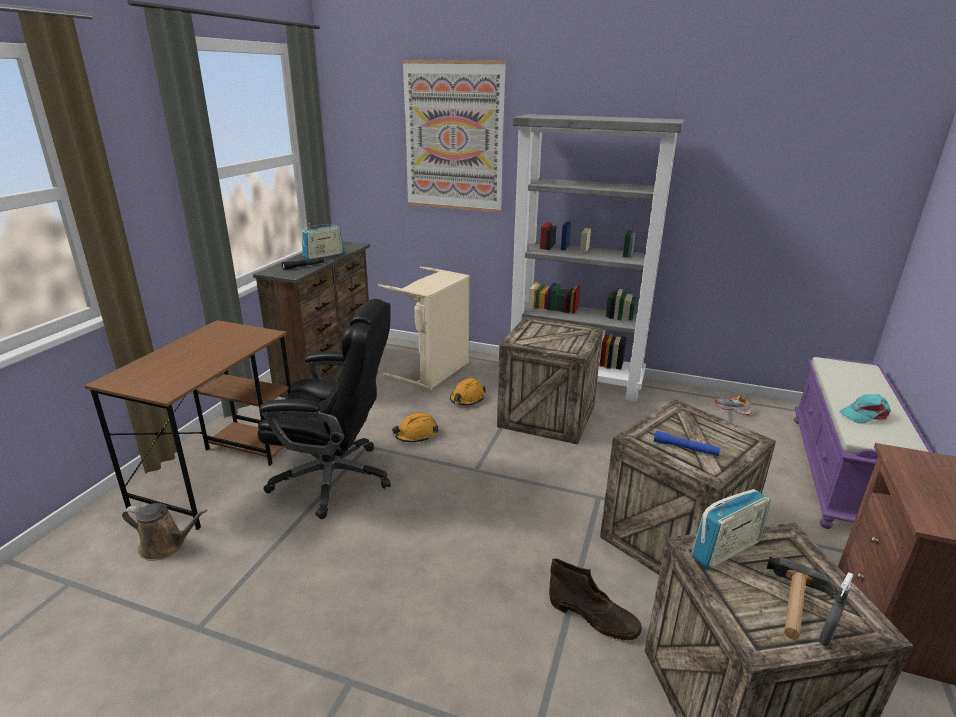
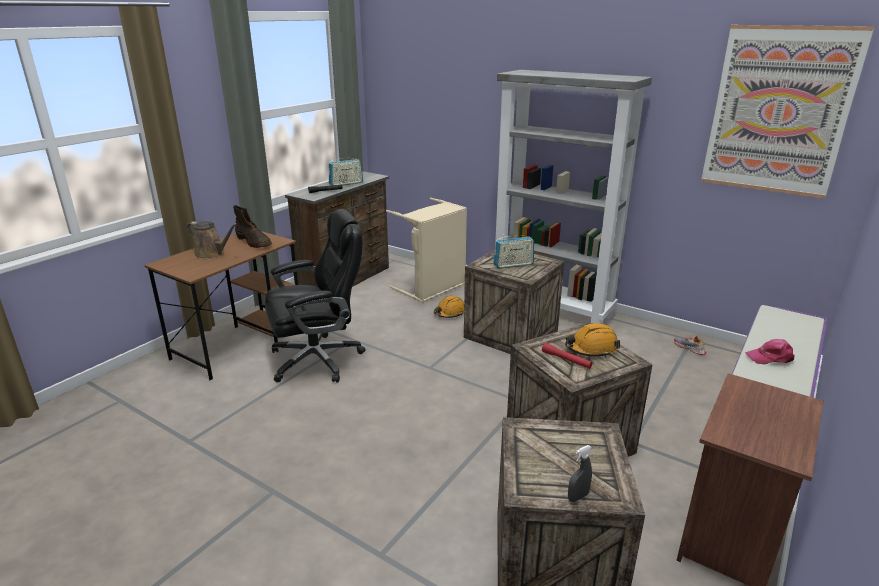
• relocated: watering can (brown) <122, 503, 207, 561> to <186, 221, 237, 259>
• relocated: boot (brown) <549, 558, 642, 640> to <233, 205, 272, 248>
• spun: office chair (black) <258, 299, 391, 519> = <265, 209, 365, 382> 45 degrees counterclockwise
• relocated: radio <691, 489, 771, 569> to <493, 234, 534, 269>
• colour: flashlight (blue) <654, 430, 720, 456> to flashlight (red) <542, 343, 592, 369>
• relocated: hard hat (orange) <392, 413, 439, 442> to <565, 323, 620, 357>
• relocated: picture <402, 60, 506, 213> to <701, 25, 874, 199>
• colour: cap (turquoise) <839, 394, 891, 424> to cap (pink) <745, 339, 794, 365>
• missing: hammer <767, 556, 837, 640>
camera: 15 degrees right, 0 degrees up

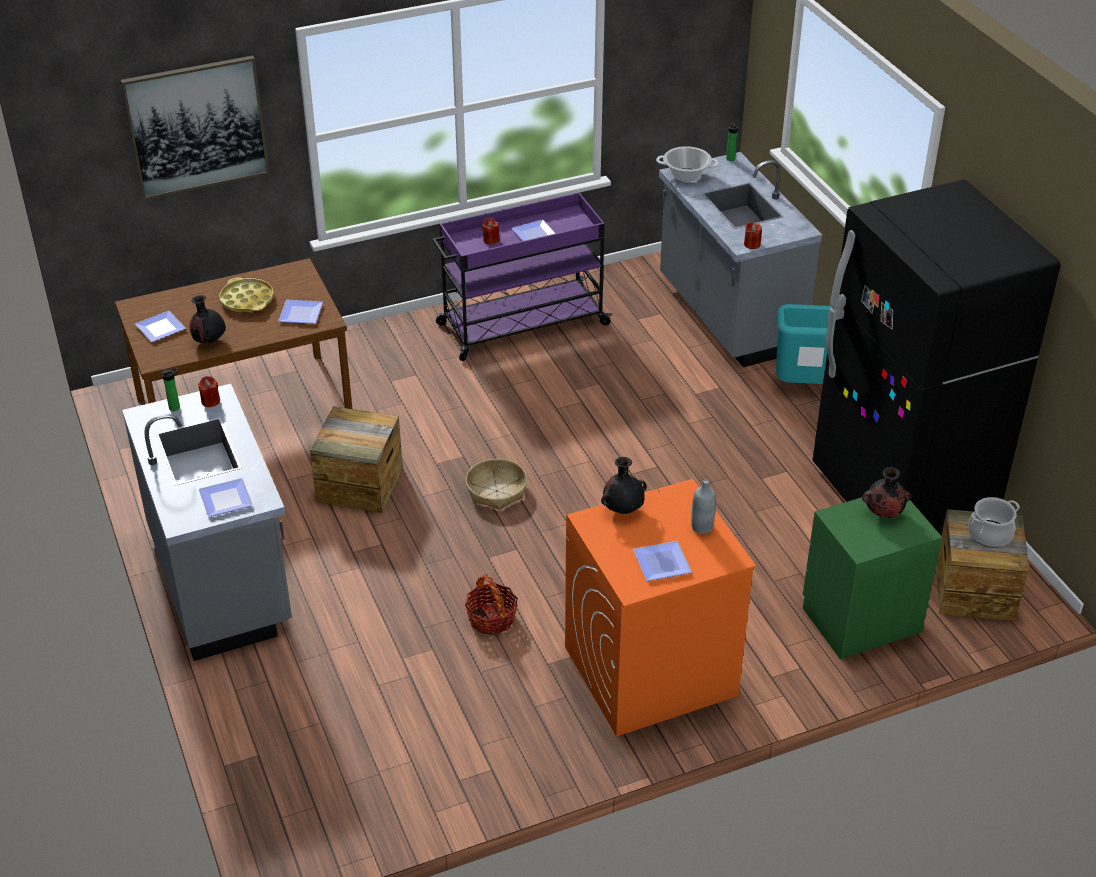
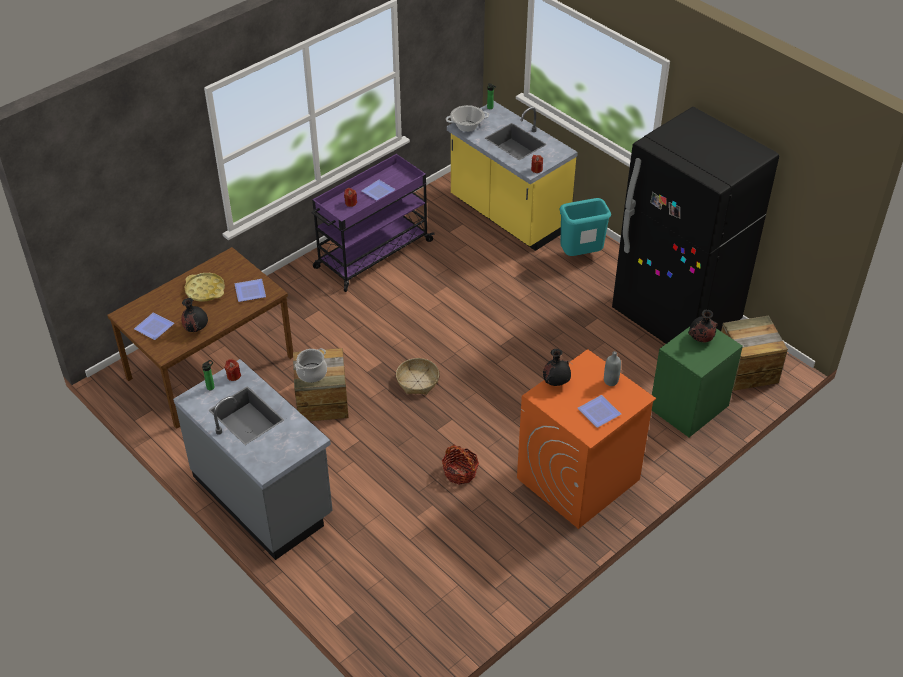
• relocated: cooking pot <968, 497, 1020, 547> to <295, 348, 327, 383>
• colour: counter (grey) <659, 152, 822, 367> to counter (yellow) <447, 101, 578, 251>
• missing: picture <121, 56, 269, 200>
• missing: plate <199, 478, 253, 517>
camera: 20 degrees left, 5 degrees up

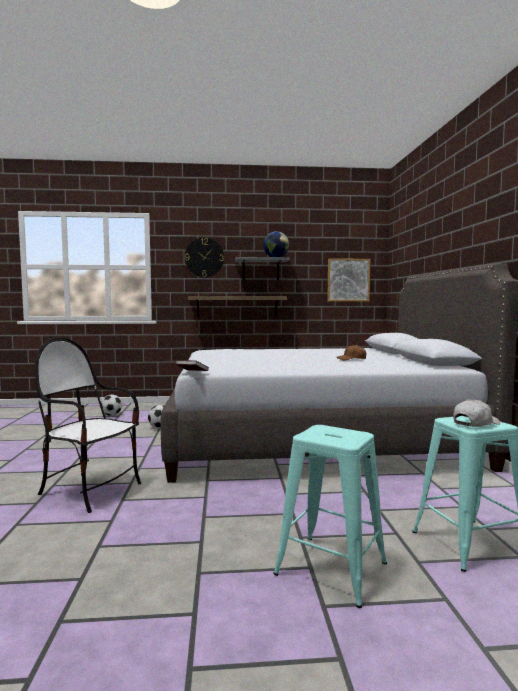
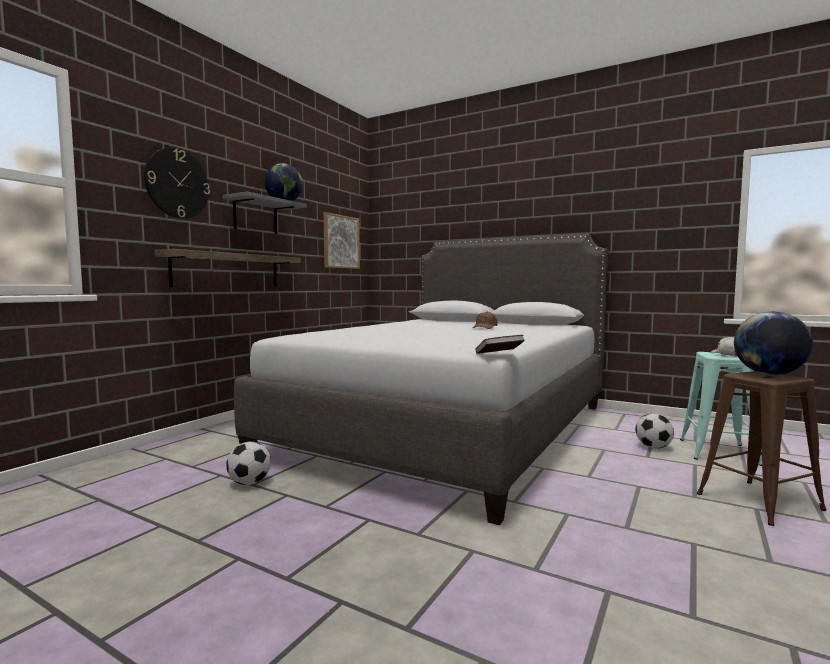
• relocated: football <101, 395, 122, 416> to <636, 413, 674, 449>
• colour: stool (turquoise) <273, 425, 387, 608> to stool (brown) <697, 371, 826, 526>
• appeared: globe <734, 311, 813, 375>
• missing: chair <35, 337, 141, 513>
camera: 55 degrees left, 0 degrees up

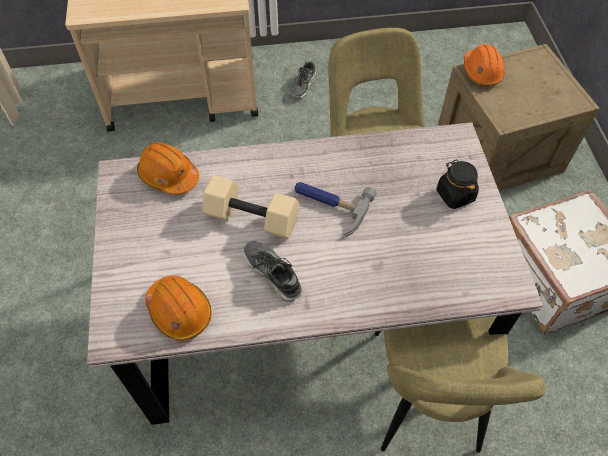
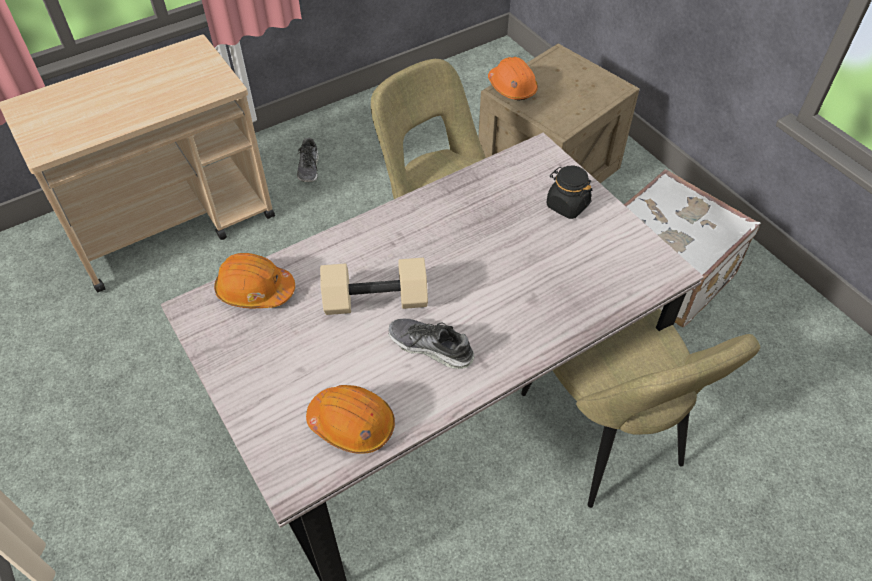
• missing: hammer <295, 182, 377, 237>
camera: 25 degrees left, 5 degrees down

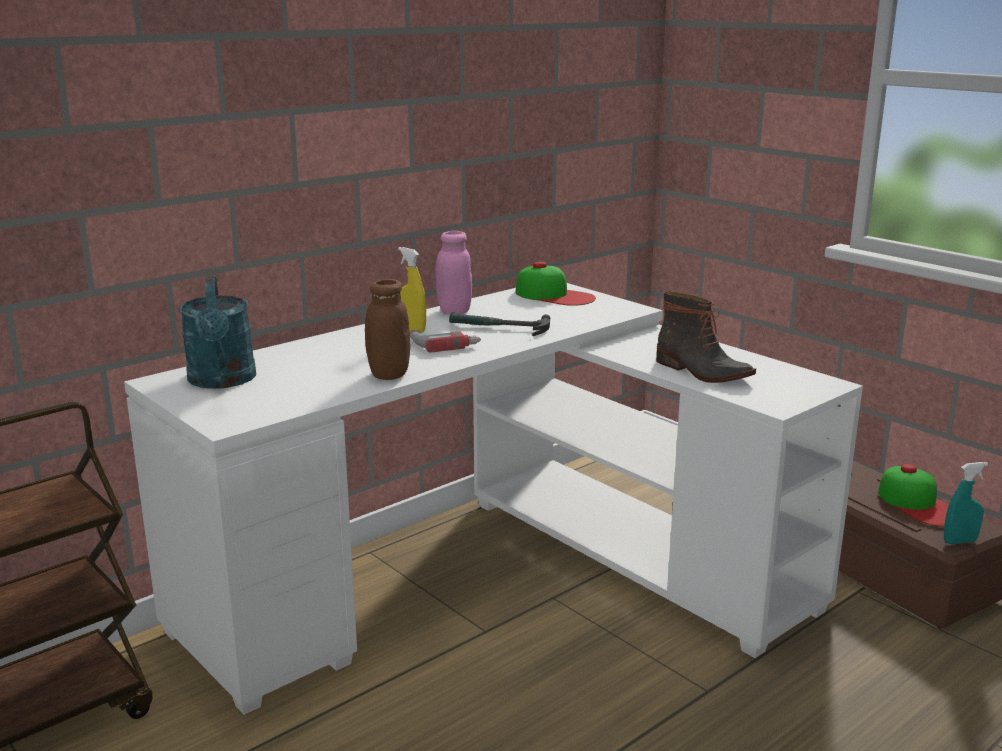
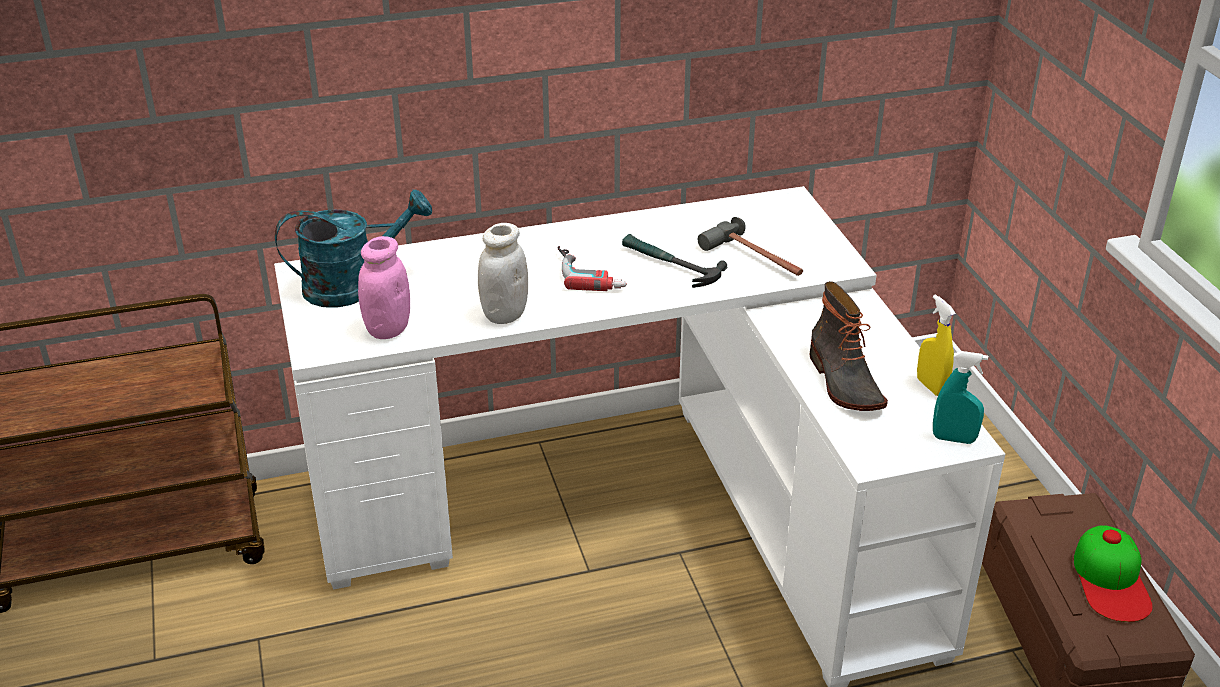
• spun: watering can (turquoise) <179, 276, 256, 389> = <275, 189, 432, 308> 120 degrees counterclockwise
• relocated: jar (pink) <435, 231, 472, 315> to <358, 236, 410, 339>
• colour: jar (brown) <365, 279, 410, 380> to jar (white) <478, 223, 528, 324>
• appeared: hammer <698, 217, 803, 276>
• relocated: spray bottle (yellow) <398, 247, 426, 333> to <917, 294, 956, 396>
• relocated: spray bottle (turquoise) <944, 462, 988, 544> to <933, 351, 988, 444>
• missing: cap <516, 262, 596, 306>
camera: 25 degrees right, 15 degrees up

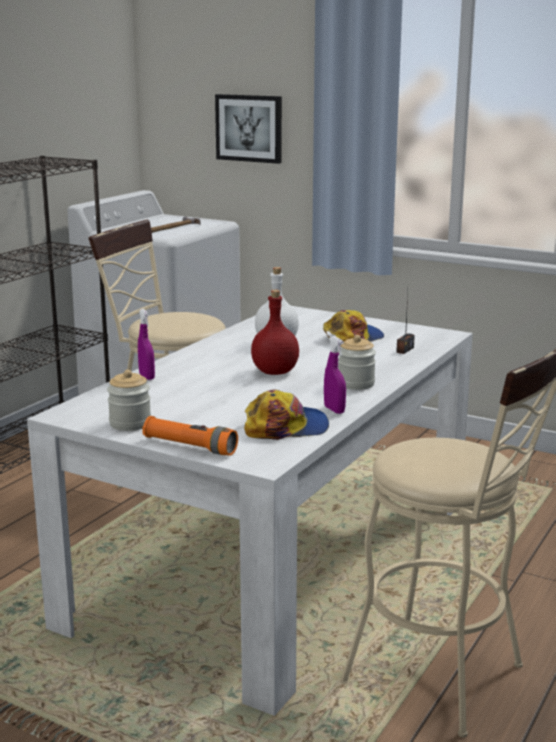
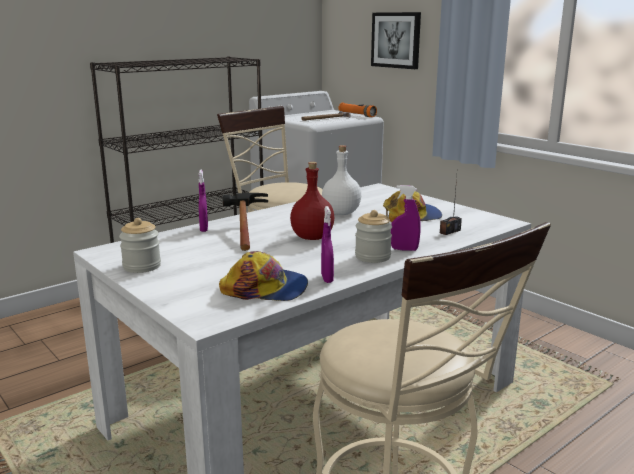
• appeared: hammer <222, 193, 268, 251>
• relocated: flashlight (orange) <142, 416, 238, 455> to <339, 103, 377, 117>
• appeared: spray bottle (purple) <391, 185, 421, 251>
camera: 20 degrees right, 0 degrees up

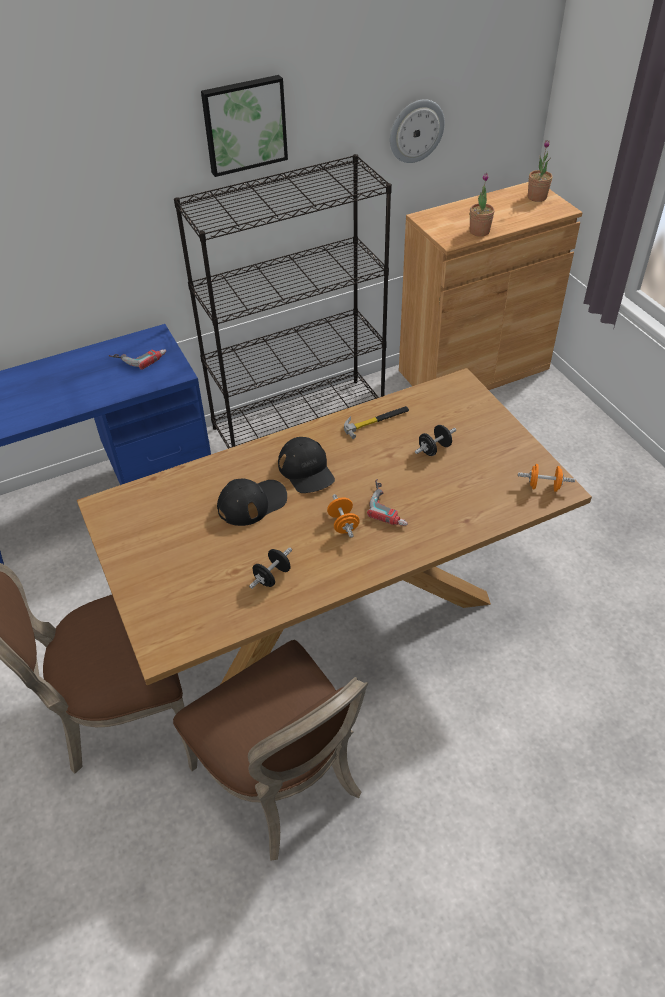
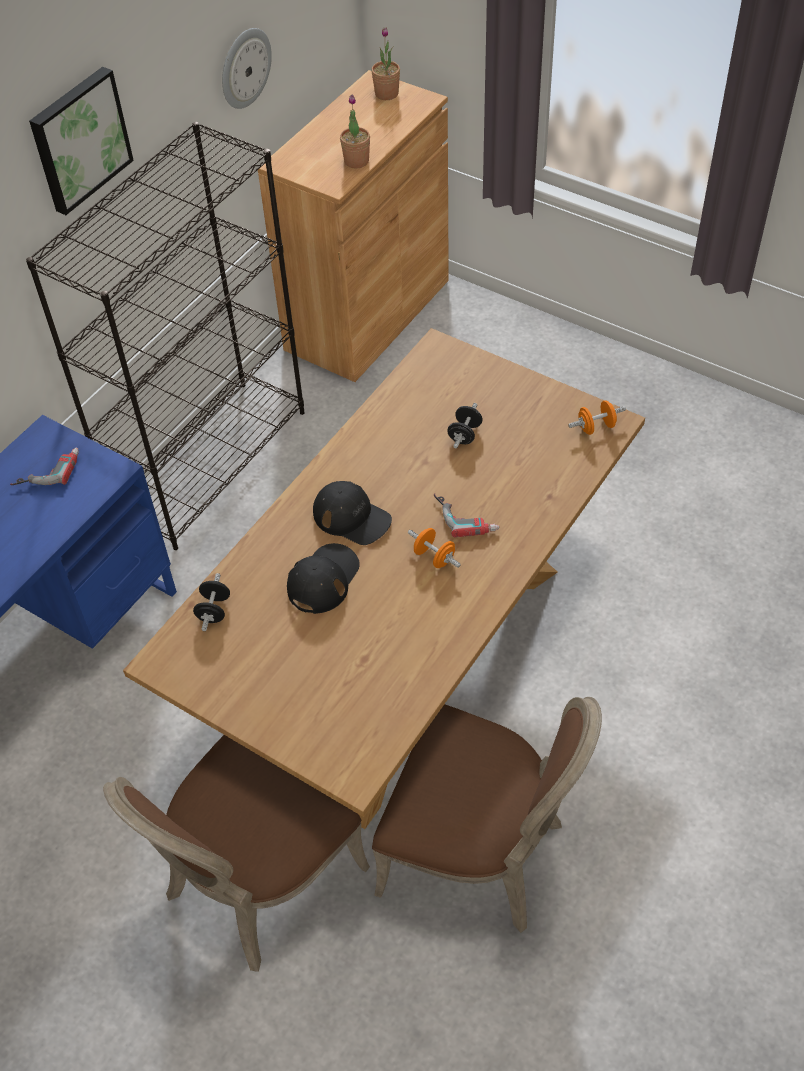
• relocated: dumbbell (black) <249, 547, 292, 589> to <193, 573, 230, 631>
• missing: hammer <344, 406, 409, 439>
camera: 30 degrees left, 5 degrees up

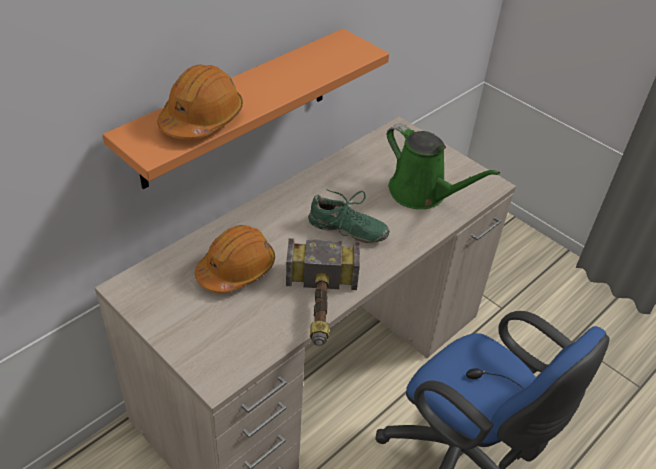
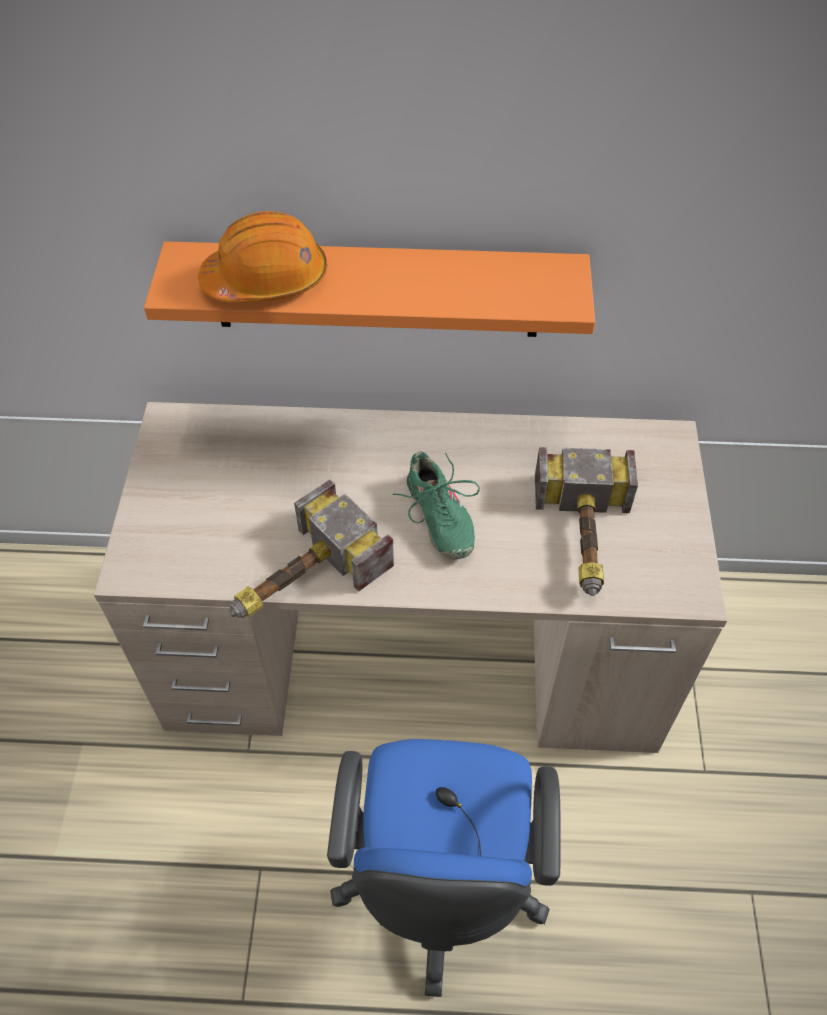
• exchanged: watering can (green) <387, 124, 500, 209> to hammer <535, 447, 638, 596>
• missing: hard hat (orange) <195, 225, 275, 293>
camera: 50 degrees right, 10 degrees up

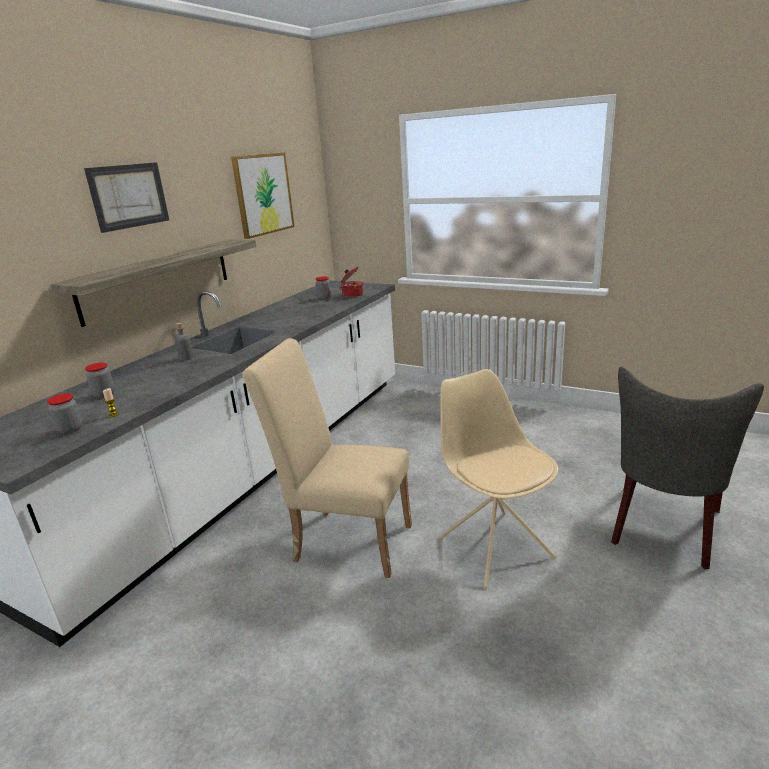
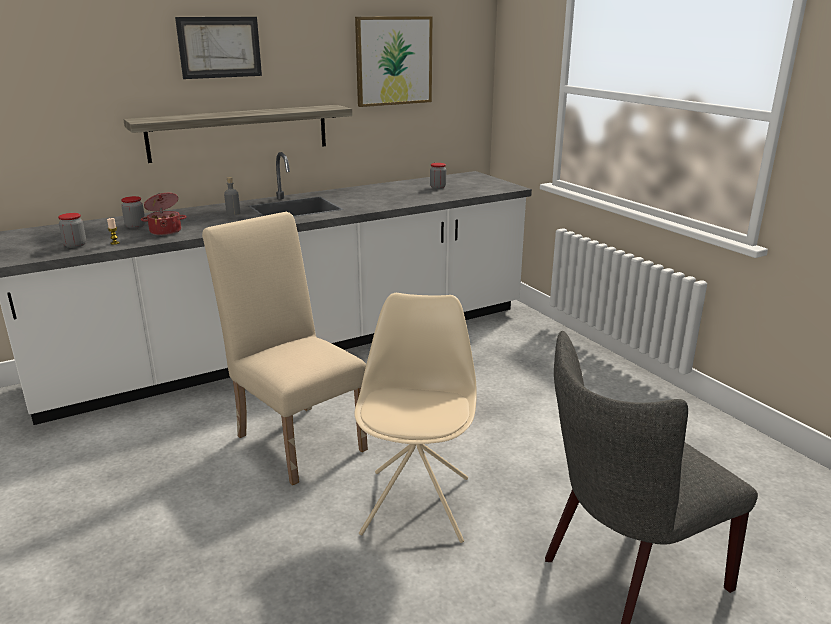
• relocated: cooking pot <339, 267, 364, 297> to <141, 193, 187, 235>
camera: 30 degrees right, 0 degrees up

